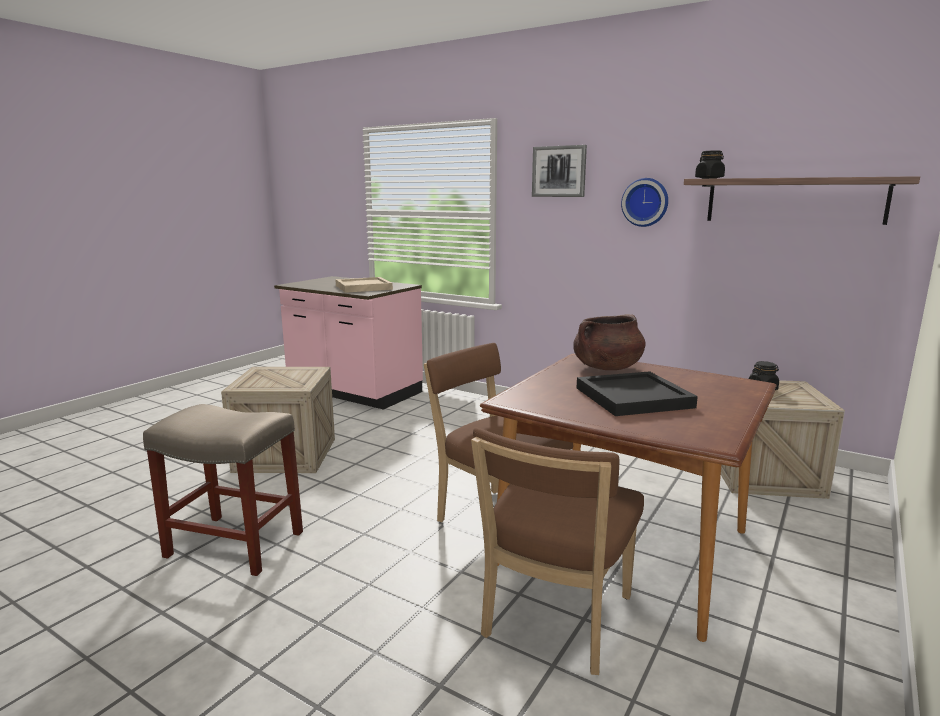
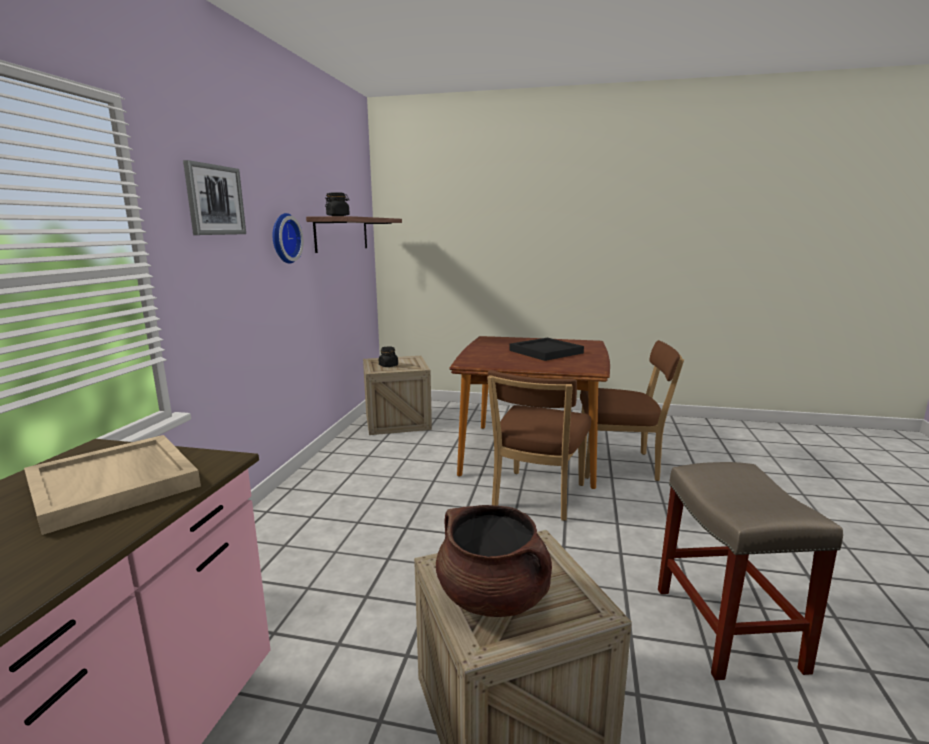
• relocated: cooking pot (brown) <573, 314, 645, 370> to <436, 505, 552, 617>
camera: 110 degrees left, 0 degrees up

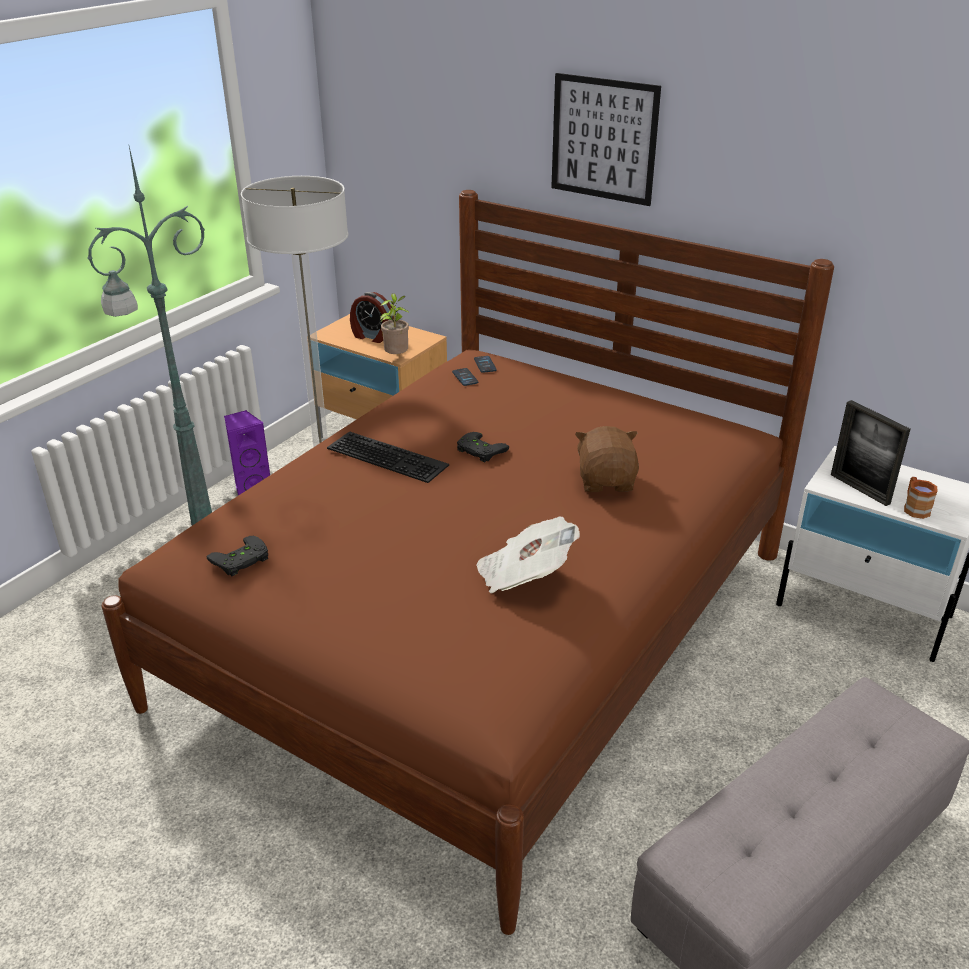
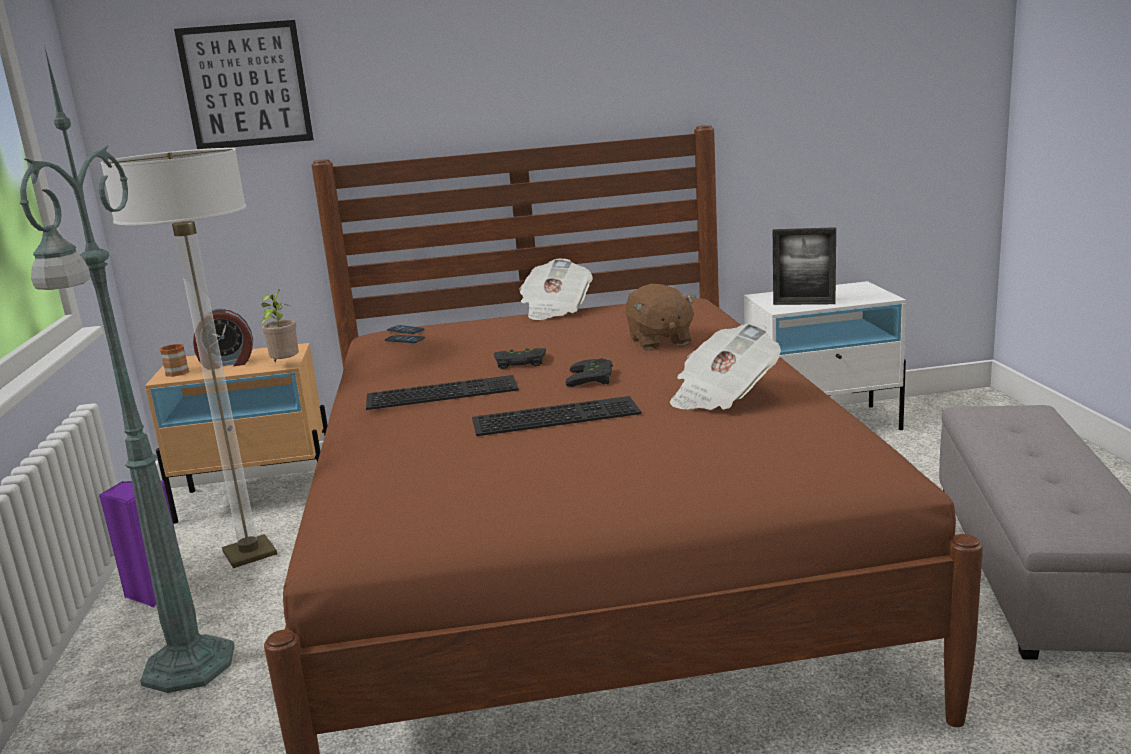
• relocated: mug (brown) <904, 477, 938, 519> to <160, 344, 189, 377>
• relocated: picture <551, 73, 661, 206> to <174, 20, 314, 149>
• appeared: keyboard <472, 396, 641, 436>
• appeared: newspaper <519, 259, 593, 320>
• relocated: game controller (black) <207, 536, 268, 576> to <566, 358, 613, 387>
• spun: plush toy (brown) <575, 426, 639, 492> = <625, 284, 696, 350> 150 degrees counterclockwise
camera: 40 degrees left, 15 degrees down

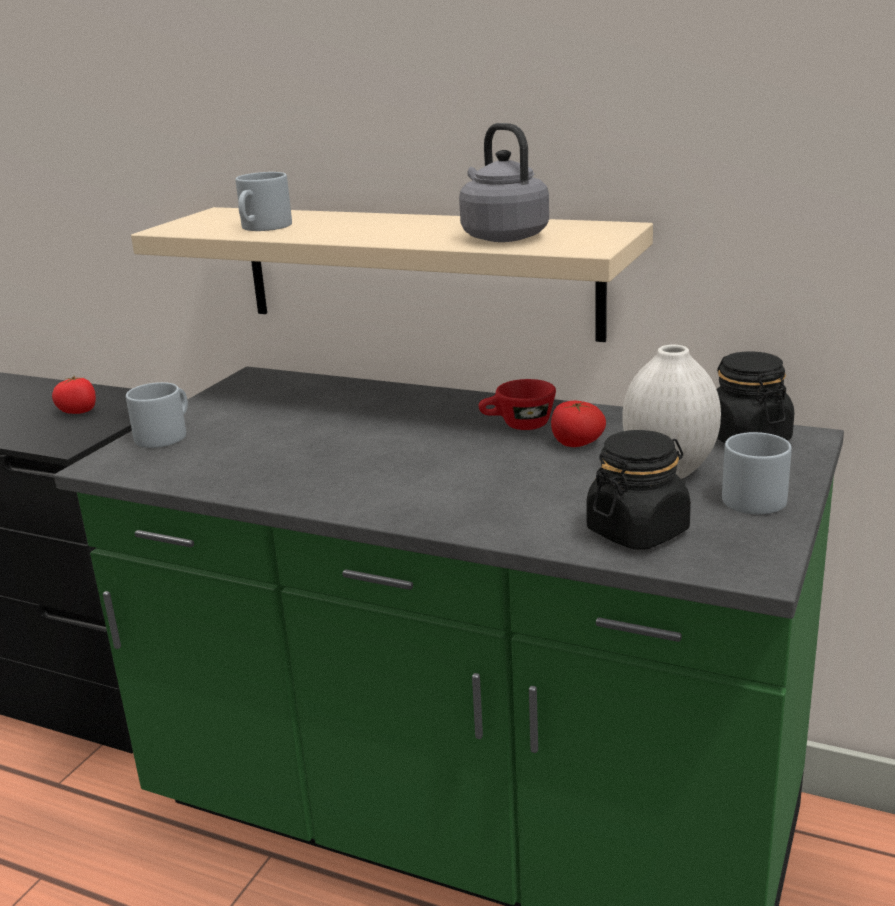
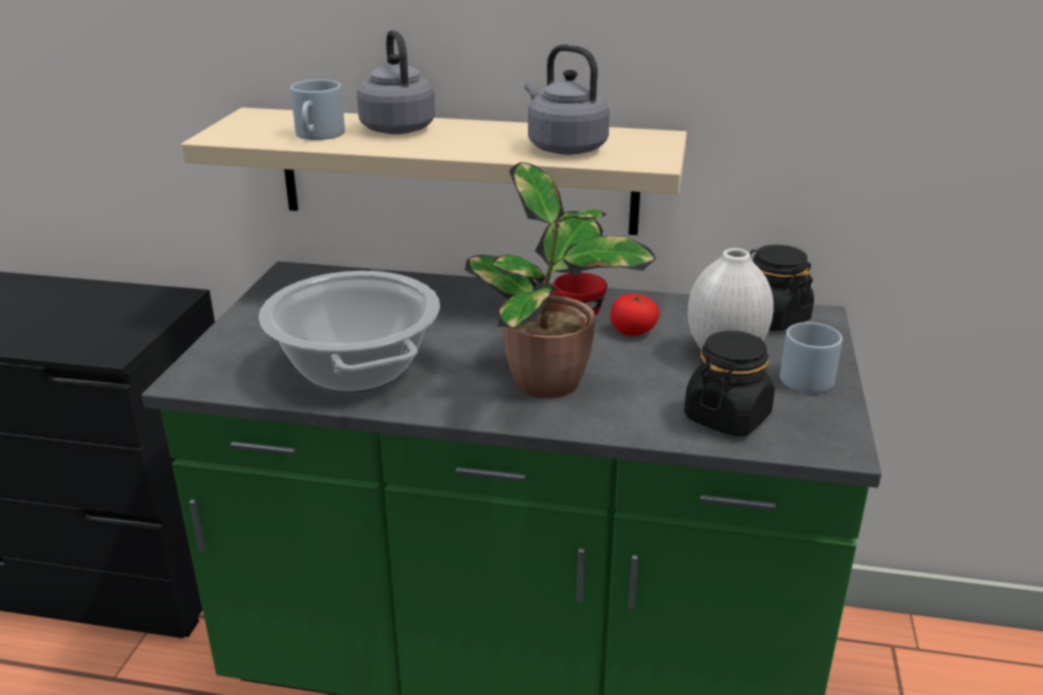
• appeared: cooking pot <259, 271, 440, 392>
• appeared: kettle (grey) <357, 30, 435, 134>
• appeared: potted plant <465, 162, 656, 398>
• missing: tomato <52, 375, 96, 414>
• missing: mug (grey) <126, 382, 188, 448>
camera: 15 degrees left, 5 degrees up

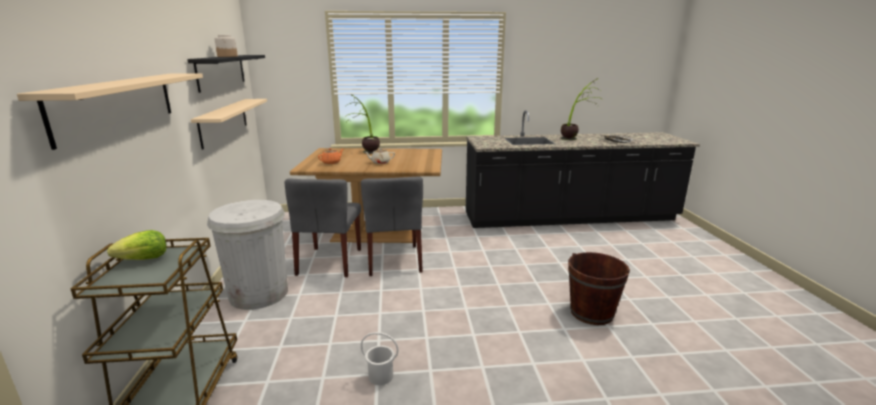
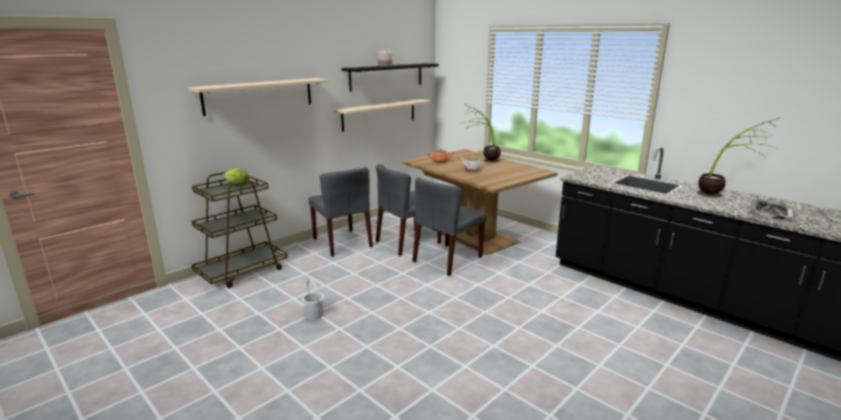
• exchanged: trash can (white) <207, 200, 288, 310> to chair (grey) <308, 167, 373, 257>
• missing: bucket (brown) <568, 252, 630, 325>
camera: 50 degrees right, 0 degrees up

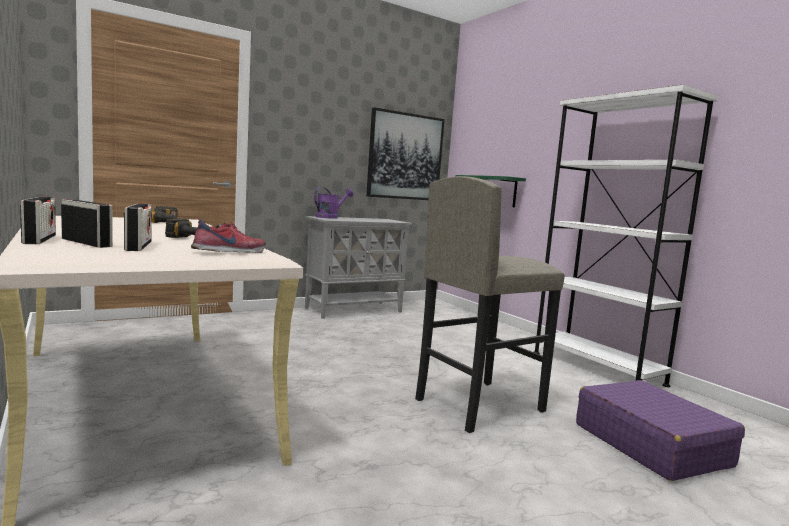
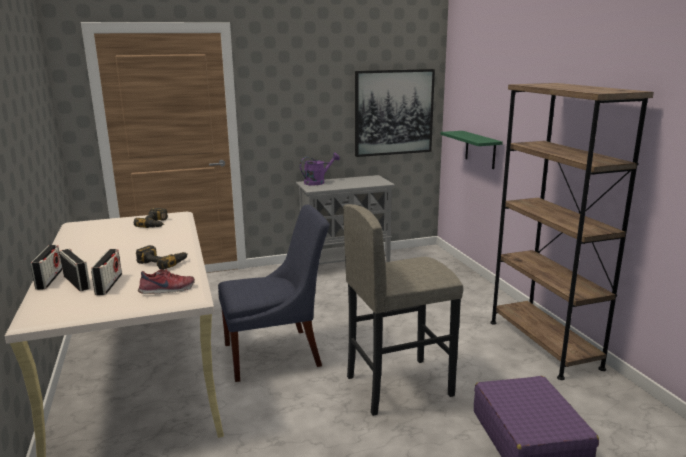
• appeared: chair (blue) <218, 205, 329, 382>
• colour: bookcase (white) <534, 84, 719, 387> to bookcase (brown) <490, 83, 654, 380>
camera: 15 degrees right, 10 degrees up

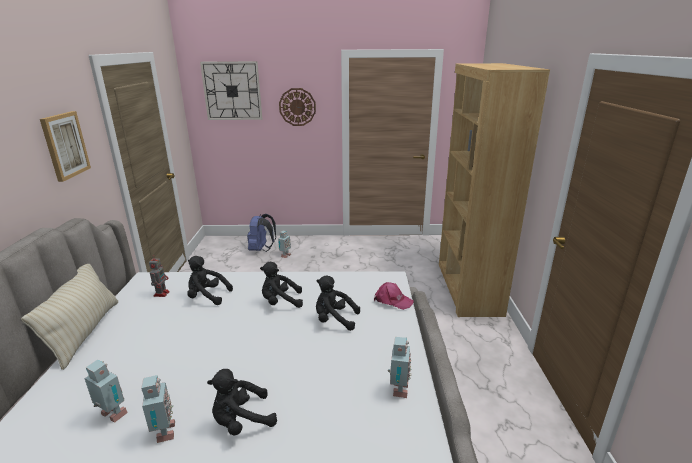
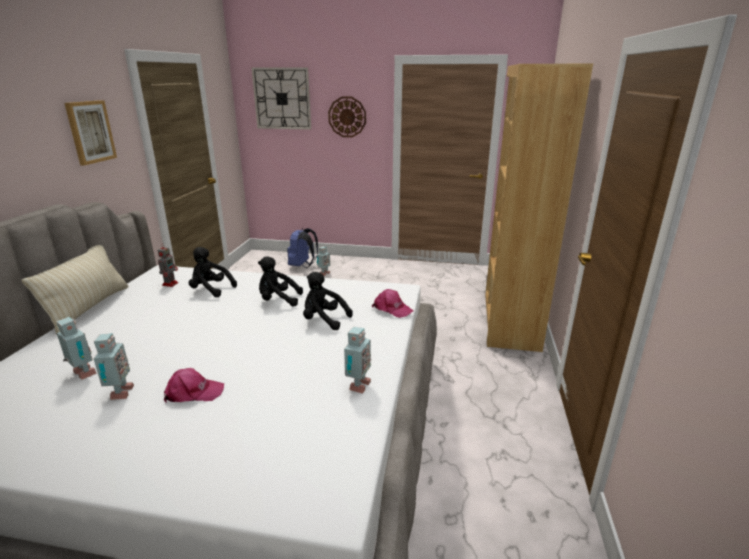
• exchanged: plush toy (black) <207, 369, 277, 436> to cap (pink) <164, 368, 224, 403>
camera: 10 degrees right, 0 degrees up

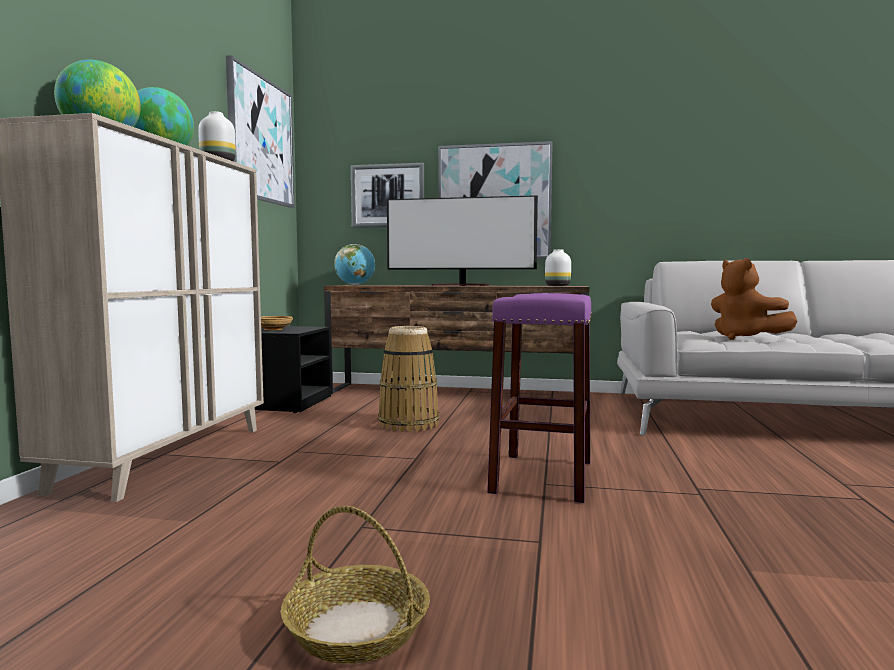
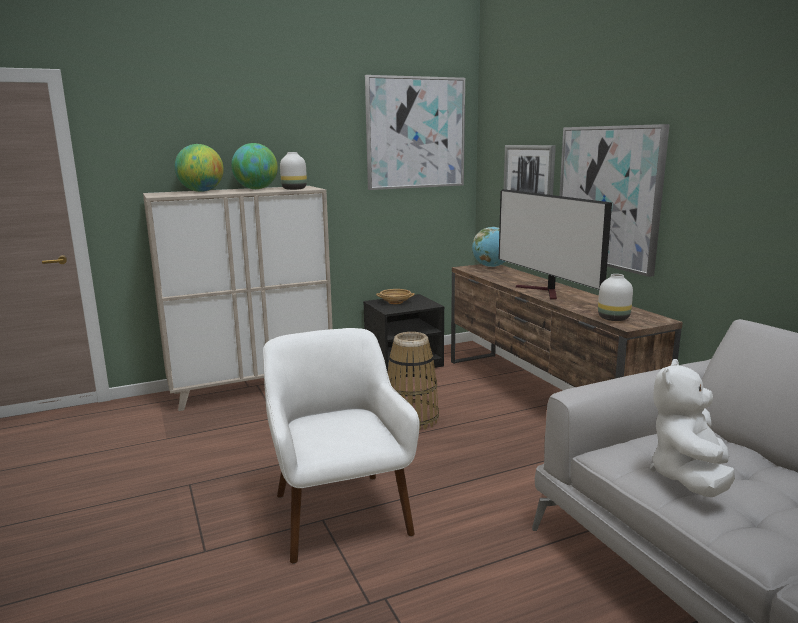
• exchanged: stool (purple) <487, 293, 592, 503> to armchair (white) <263, 328, 420, 564>
• colour: plush toy (brown) <711, 258, 797, 340> to plush toy (white) <650, 359, 735, 497>
• missing: basket <280, 506, 430, 664>
camera: 55 degrees right, 10 degrees up

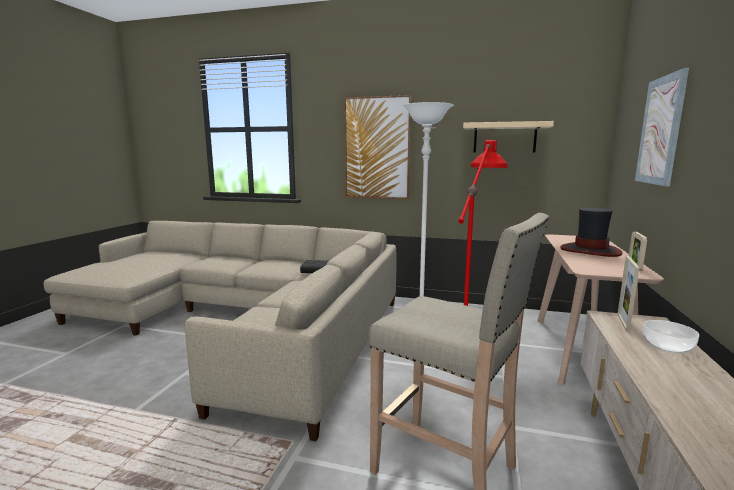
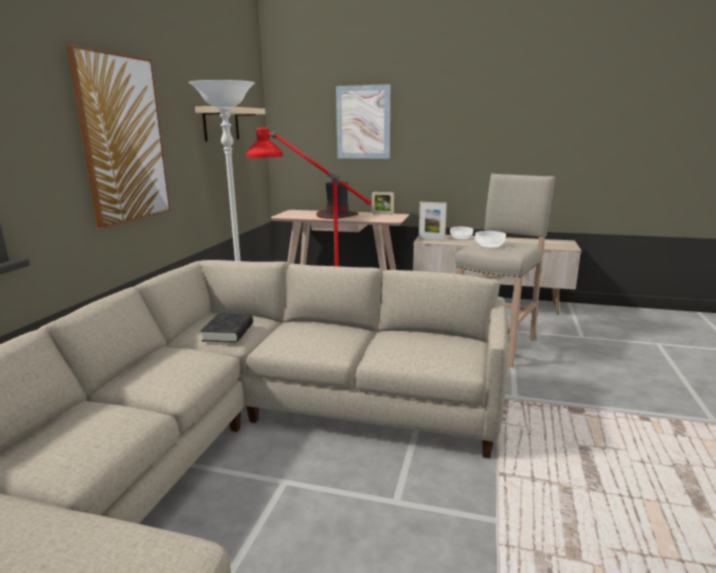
• appeared: bowl <475, 231, 506, 249>
camera: 90 degrees left, 5 degrees up

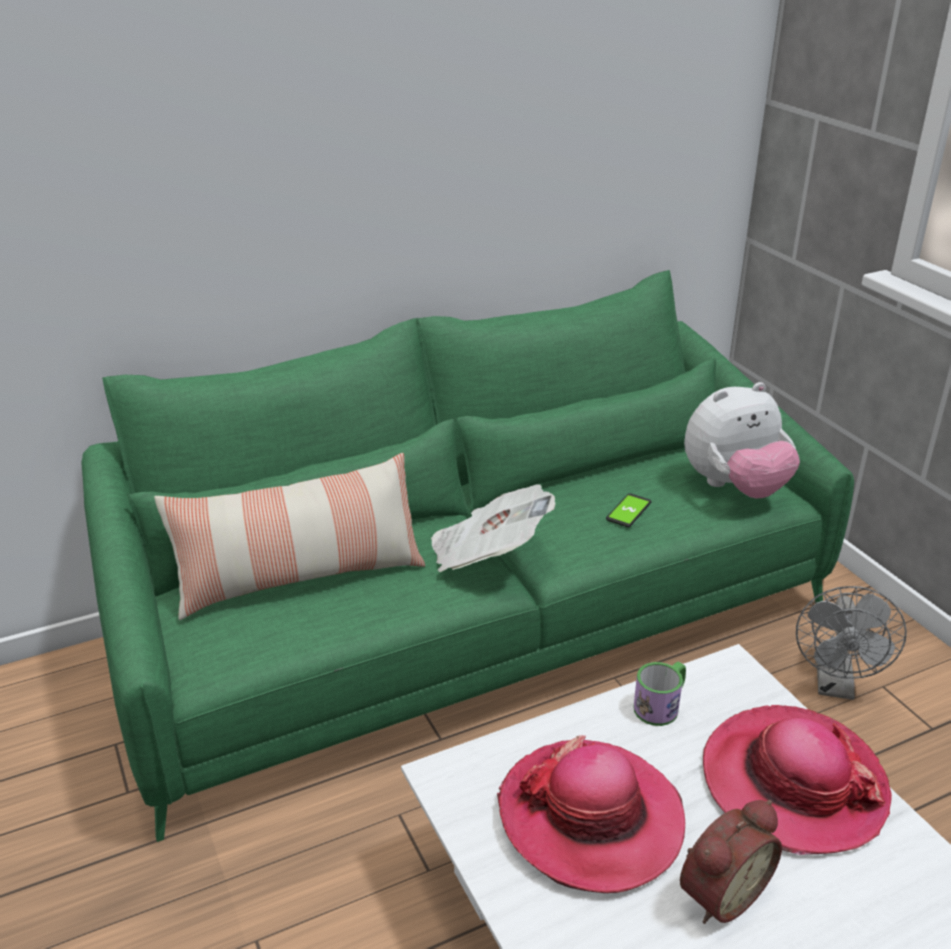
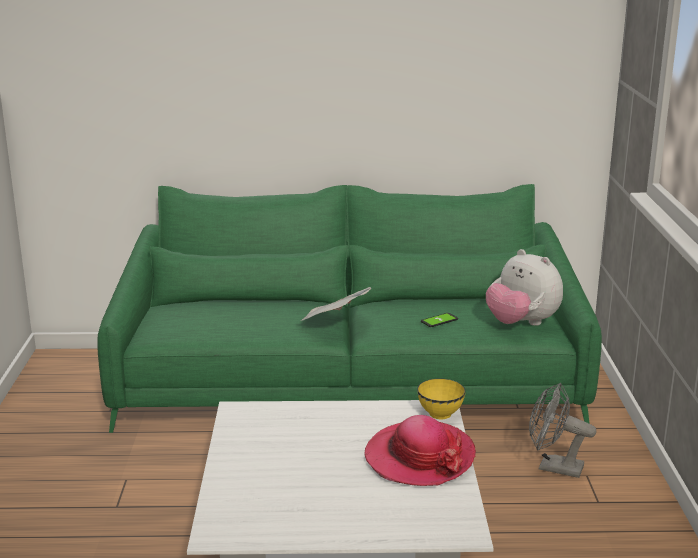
• appeared: bowl (yellow) <417, 379, 466, 419>
• spun: plush toy <684, 382, 800, 499> = <486, 249, 563, 326> 45 degrees clockwise
• spun: fan (grey) <796, 586, 907, 700> = <529, 383, 596, 478> 75 degrees clockwise
• missing: pillow <154, 453, 425, 620>
• missing: hat <497, 735, 685, 893>
• missing: mug <633, 661, 686, 726>
• missing: alarm clock <680, 800, 782, 924>
camera: 25 degrees right, 10 degrees down

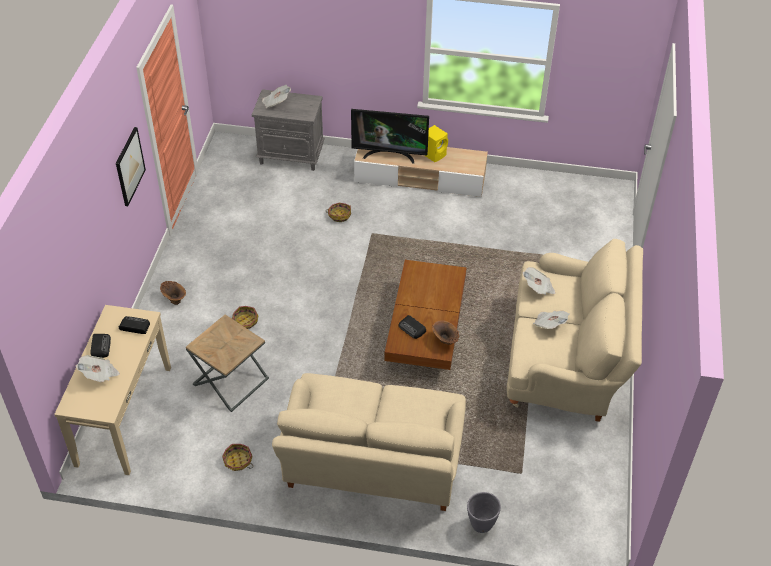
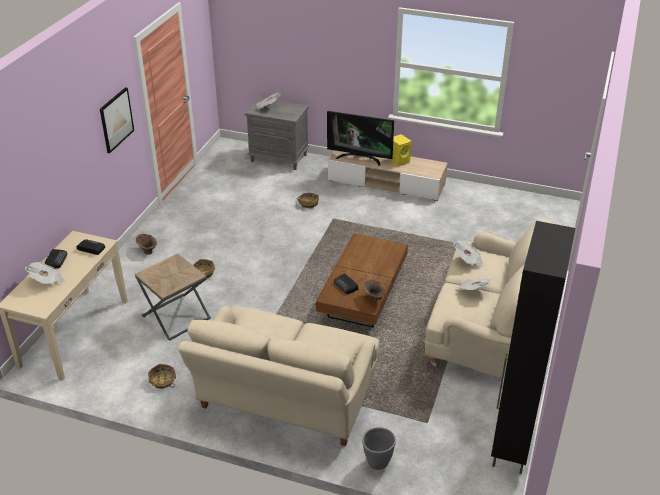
• appeared: cabinet (black) <491, 221, 576, 474>
camera: 10 degrees right, 10 degrees down

